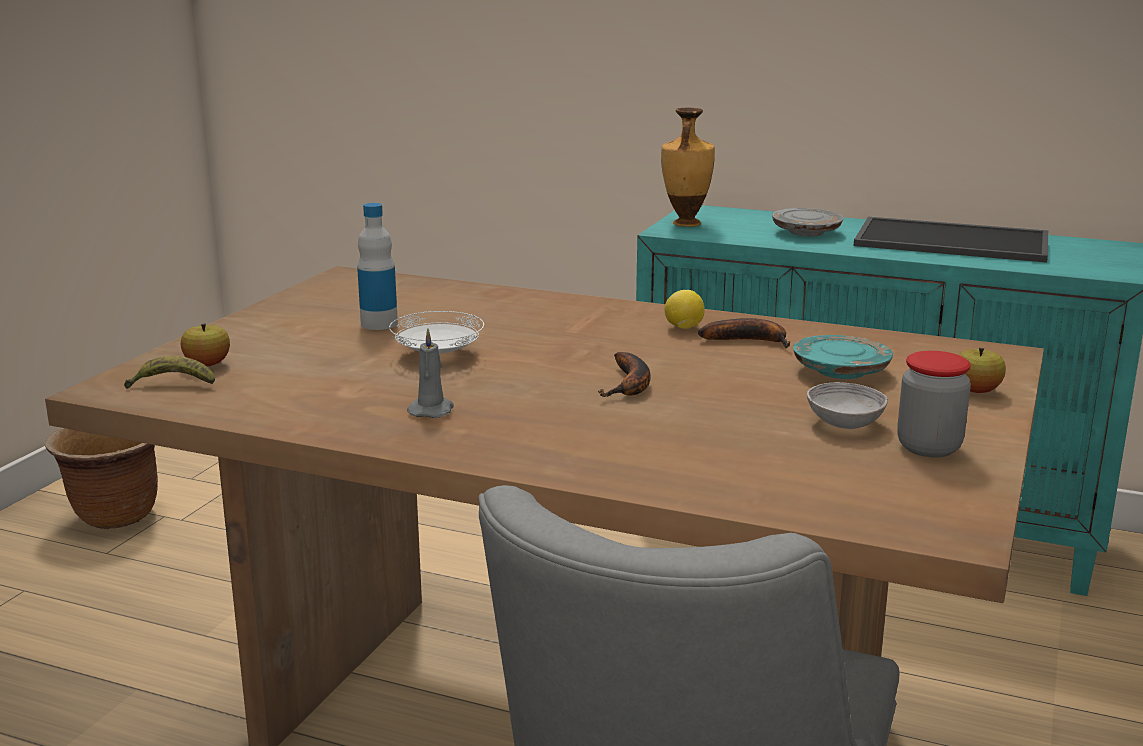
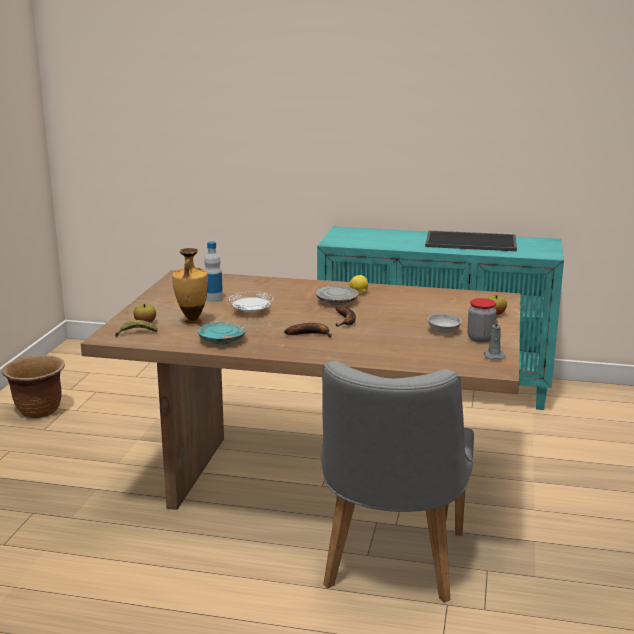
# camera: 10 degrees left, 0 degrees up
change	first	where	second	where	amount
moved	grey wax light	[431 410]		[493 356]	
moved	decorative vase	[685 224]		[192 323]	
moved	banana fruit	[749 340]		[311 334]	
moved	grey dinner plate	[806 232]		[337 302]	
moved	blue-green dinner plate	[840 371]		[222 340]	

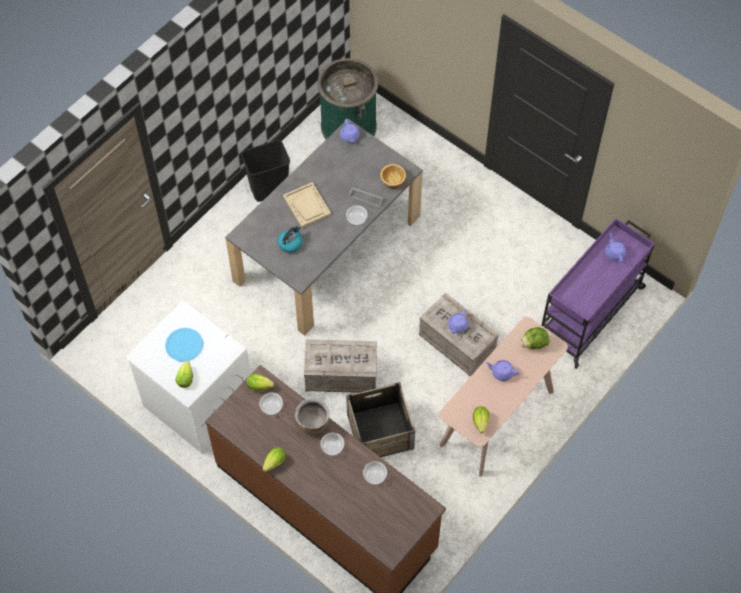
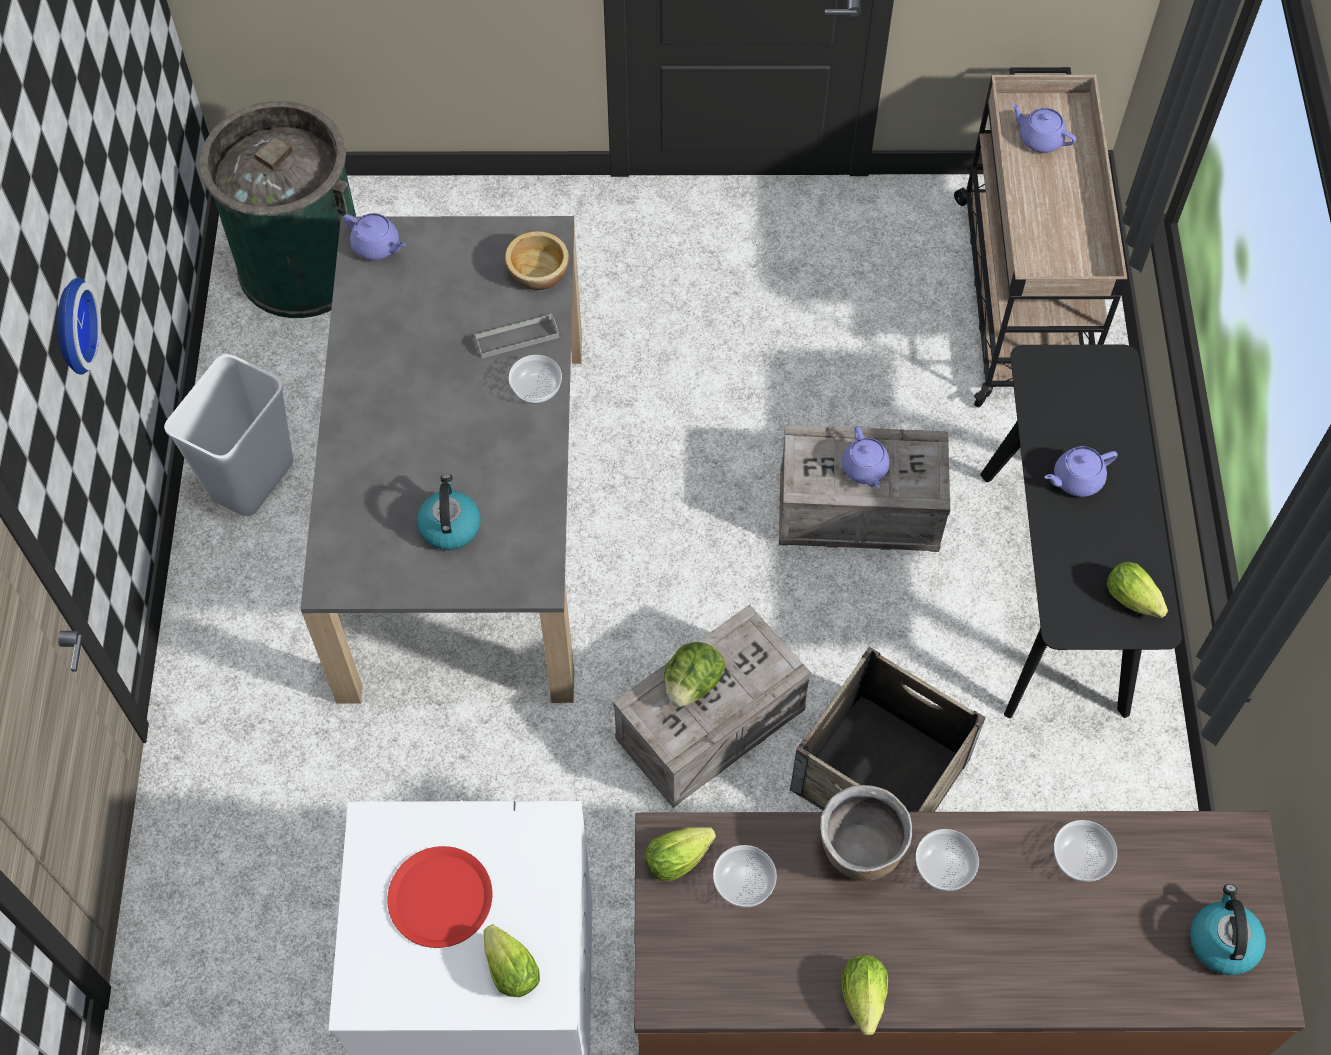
# camera: 40 degrees left, 0 degrees up
change	first	where	second	where	amount
removed	sand-coloured carrying tray	[307 206]			
added			hanging clock	[70 326]	
added			tea kettle	[1222 941]	
moved	head of lettuce	[534 343]		[692 684]	
recoloured	blue dinner plate	[184 345]	red dinner plate	[440 898]	
recoloured	black waste bin	[269 189]	whitish waste bin	[251 478]	
recoloured	sand-coloured hall table	[497 418]	black hall table	[1053 590]	
recoloured	purple trolley	[590 312]	sand-coloured trolley	[1020 297]	

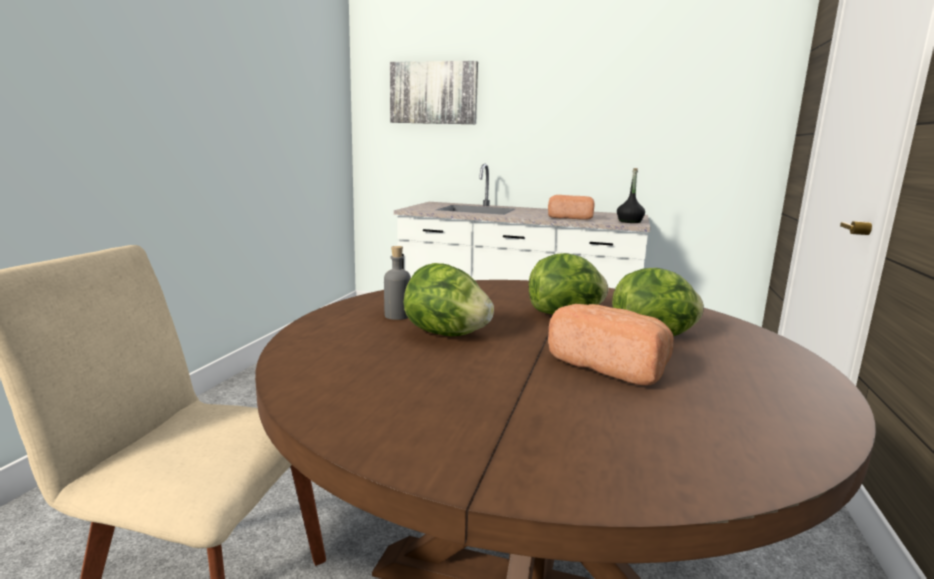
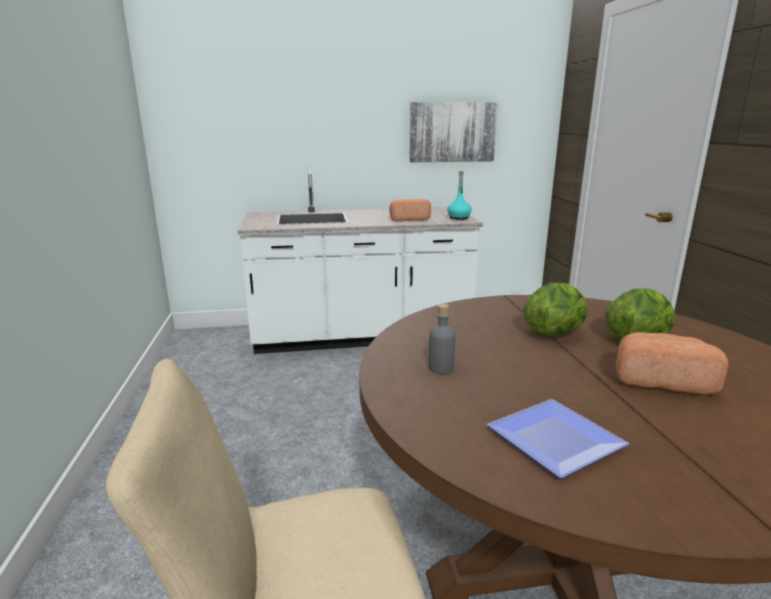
# camera: 25 degrees left, 5 degrees up
change	first	where	second	where	amount
removed	head of lettuce	[446 334]			
added			dinner plate	[555 443]	
moved	picture	[433 93]		[452 132]	
recoloured	black beverage bottle	[629 221]	blue-green beverage bottle	[459 218]	

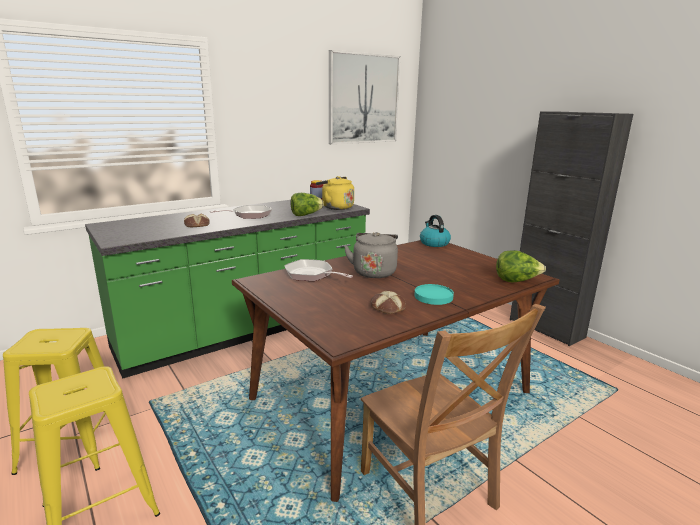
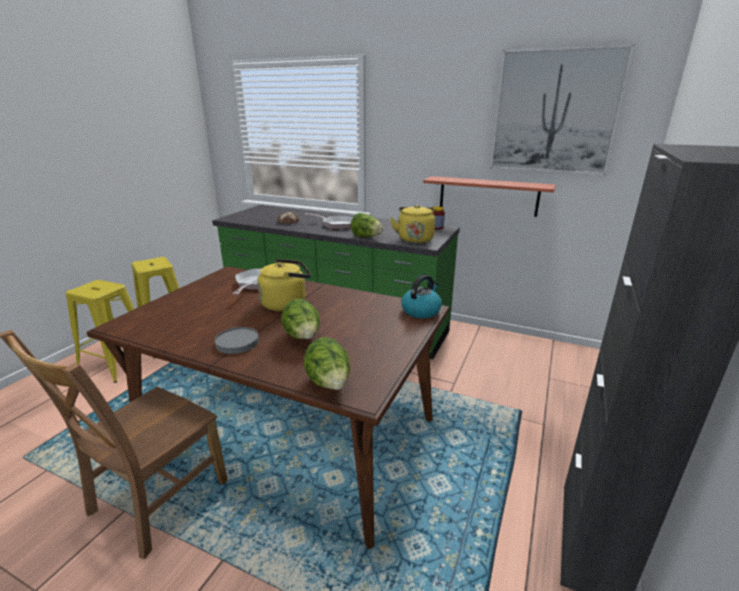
# camera: 60 degrees right, 5 degrees up
change	first	where	second	where	amount
removed	baked bread	[387 307]			
added			head of lettuce	[303 337]	
added			shelf	[488 196]	
recoloured	grey tea kettle	[374 272]	yellow tea kettle	[286 303]	
recoloured	blue-green dinner plate	[433 296]	grey dinner plate	[237 342]	

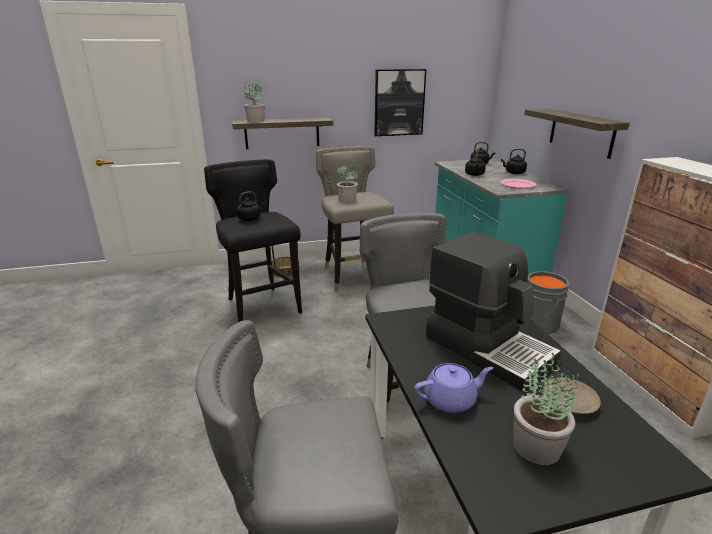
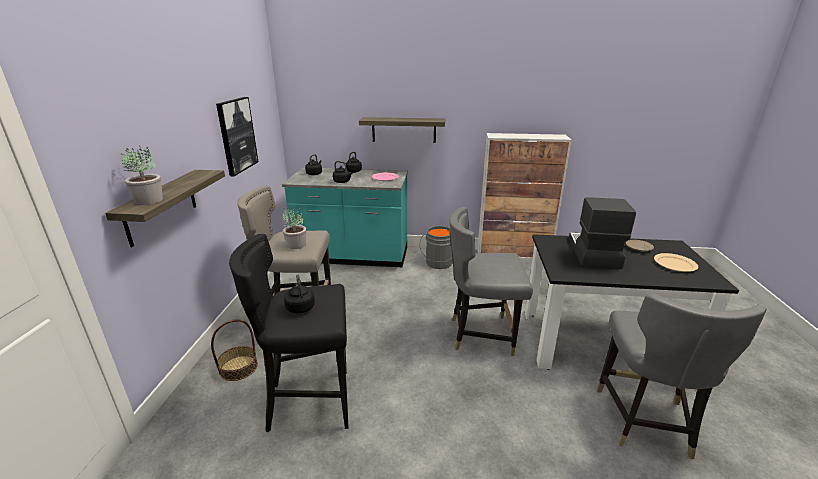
# camera: 70 degrees left, 0 degrees up
change	first	where	second	where	amount
removed	purple tea pot	[451 400]			
replaced	plant in a pot	[535 446]	sand-coloured dinner plate	[674 264]	
turned	coffee machine	[488 347]		[592 253]	60 degrees counterclockwise

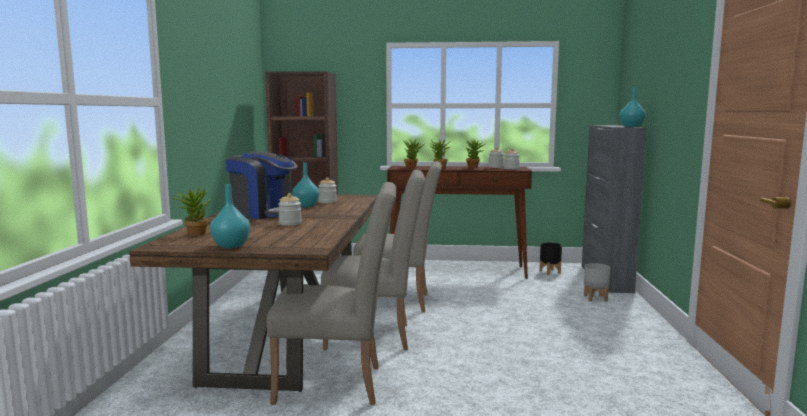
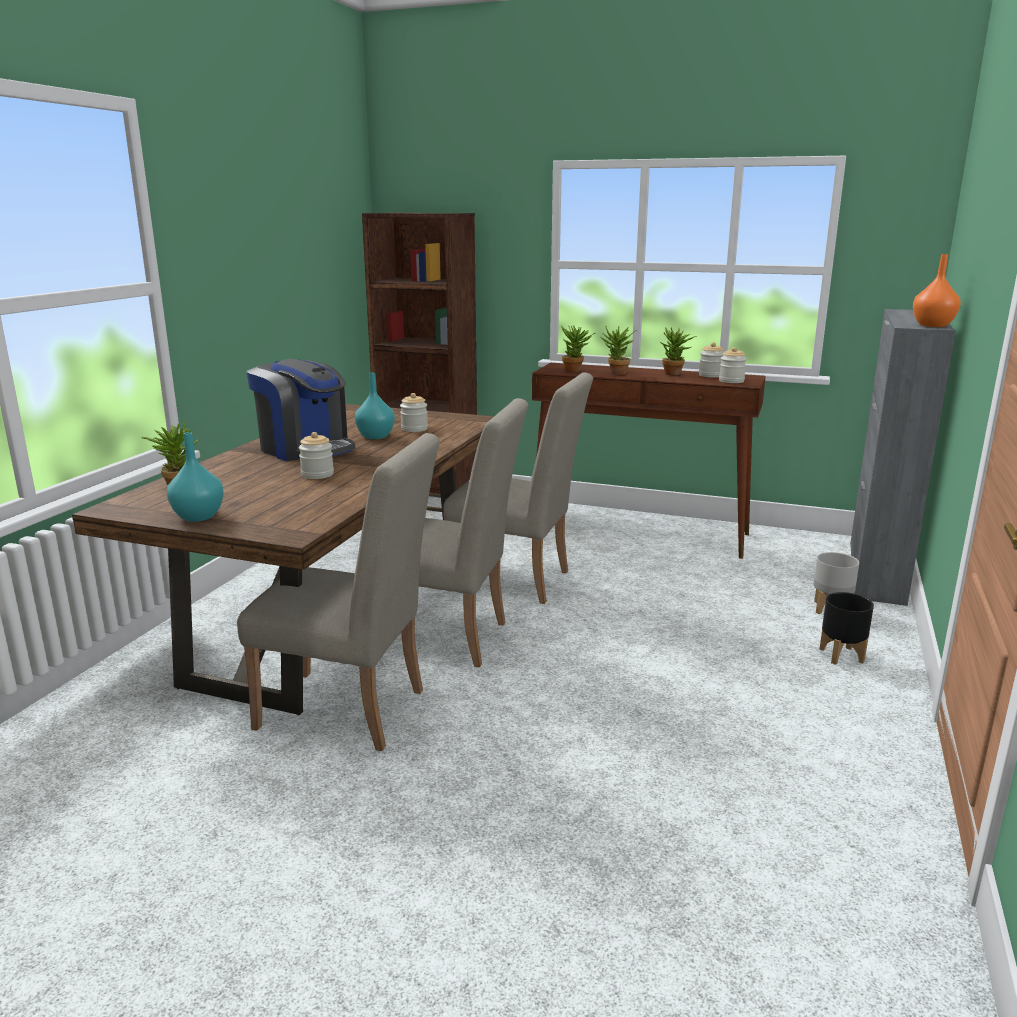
# camera: 15 degrees right, 10 degrees up
change	first	where	second	where	amount
moved	black plant pot	[550 272]		[842 655]	
recoloured	blue-green decorative vase	[631 126]	orange-coloured decorative vase	[932 325]	

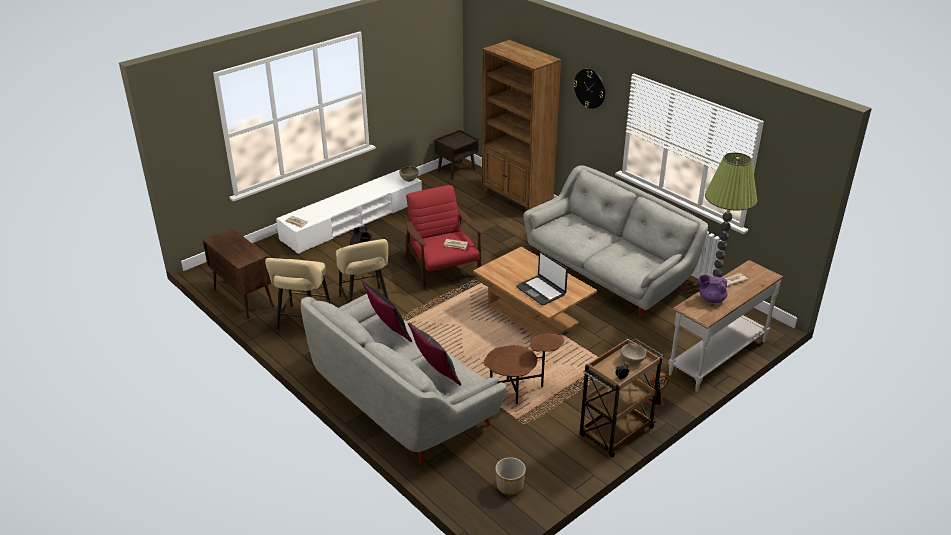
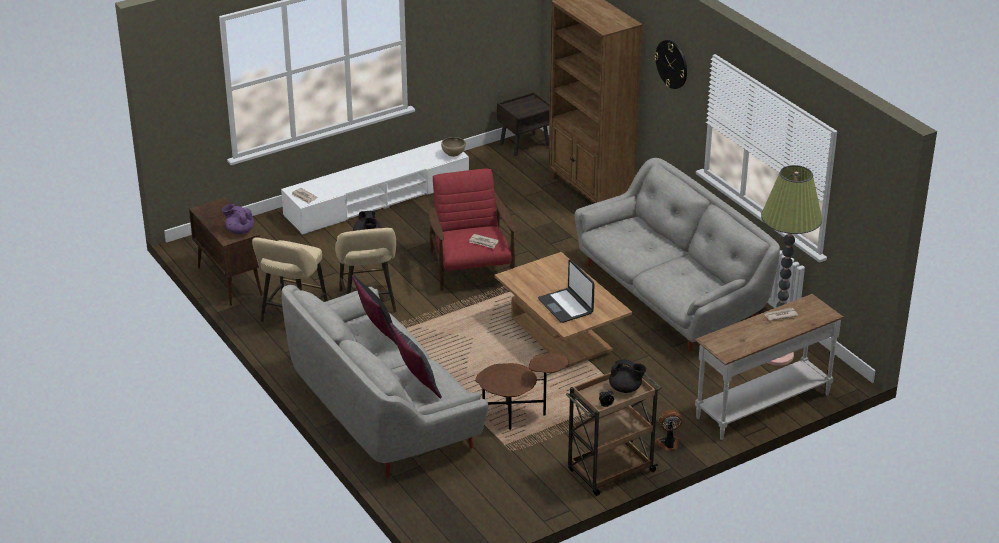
# camera: 10 degrees right, 0 degrees up
change	first	where	second	where	amount
removed	plant pot	[510 486]			
moved	purple tea pot	[711 299]		[239 231]	
replaced	sand-coloured serving bowl	[632 360]	black tea pot	[625 389]	

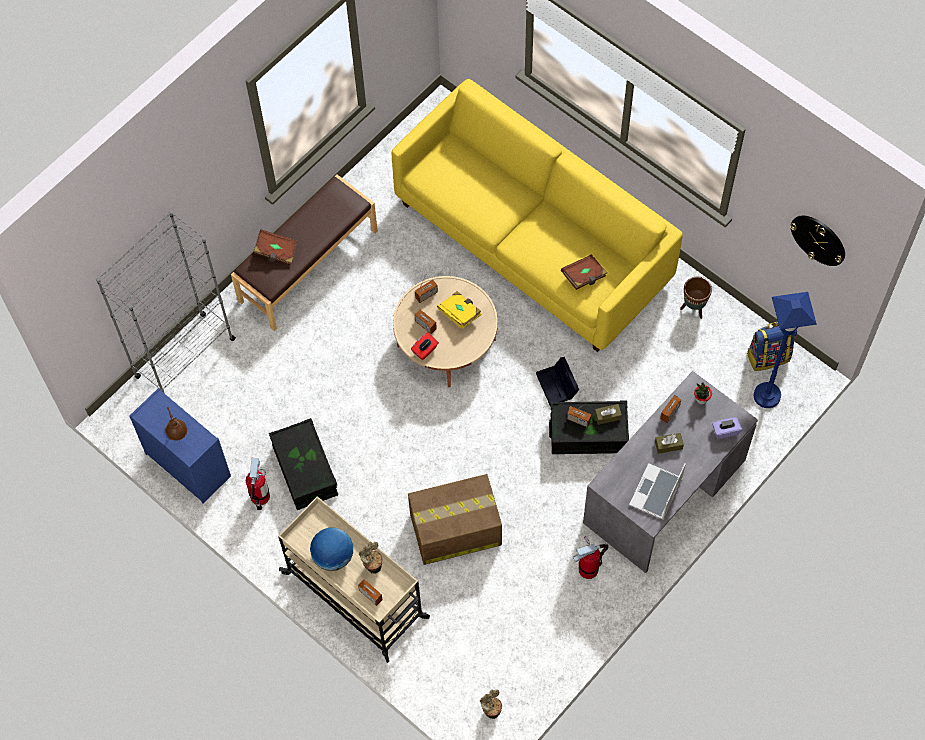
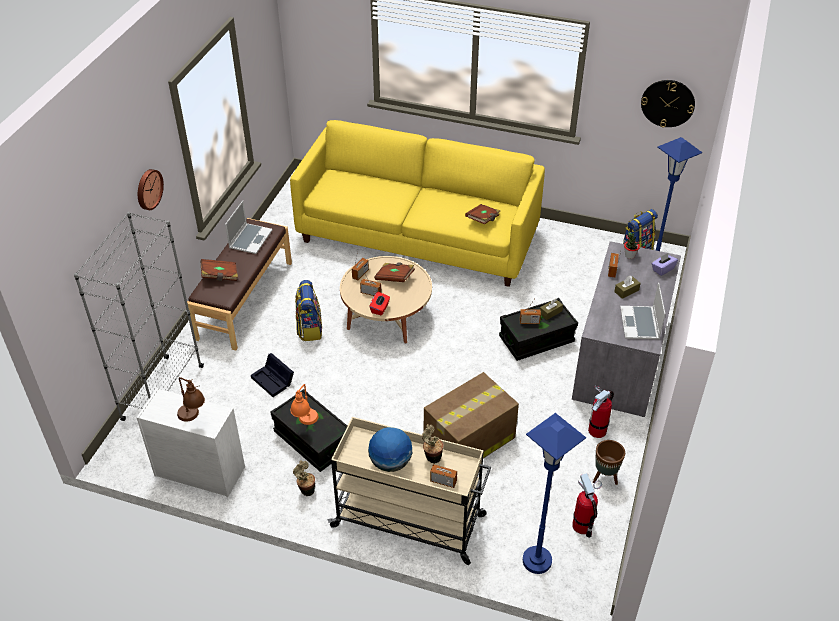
# camera: 25 degrees left, 20 degrees down
change	first	where	second	where	amount
added			hanging clock	[148 189]	
added			portable computer	[250 239]	
added			orange-coloured table lamp	[306 423]	
added			backpack	[309 328]	
added			blue floor lamp	[537 561]	
moved	extinguisher	[260 496]		[582 526]	
moved	plant in a pot	[491 710]		[306 490]	
moved	black storage container	[558 386]		[274 380]	
moved	brownish plant pot	[694 308]		[605 477]	
recoloured	blue dresser	[187 464]	whitish dresser	[198 471]	
recoloured	yellow bound book	[460 313]	brownish bound book	[394 278]	

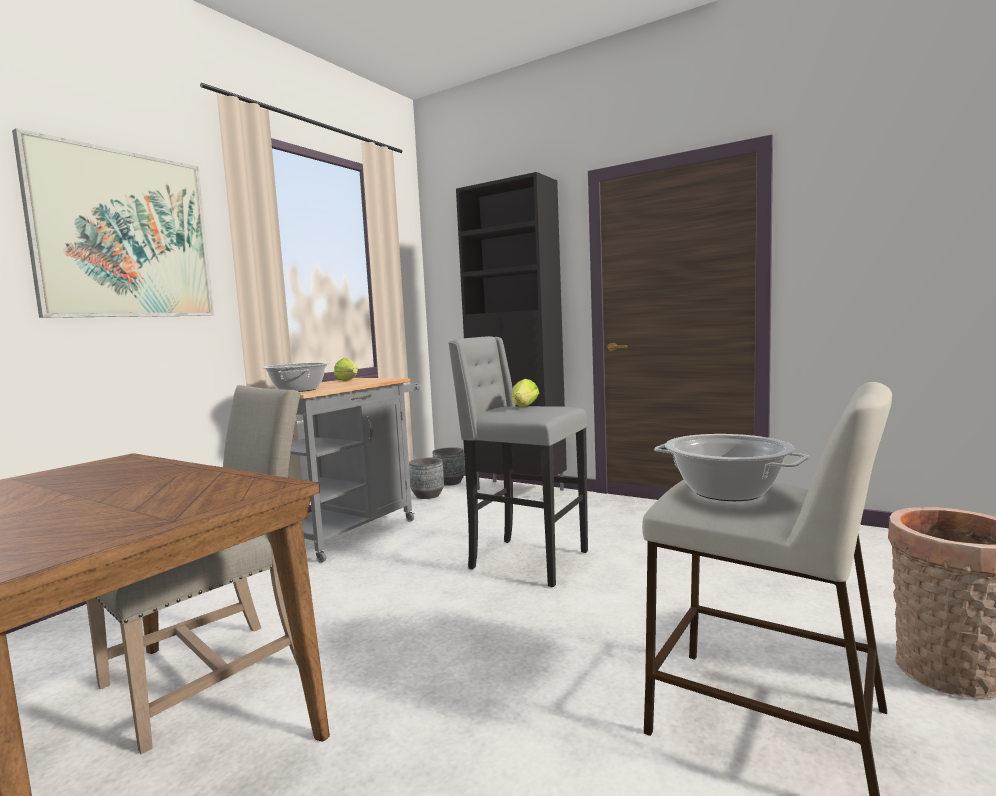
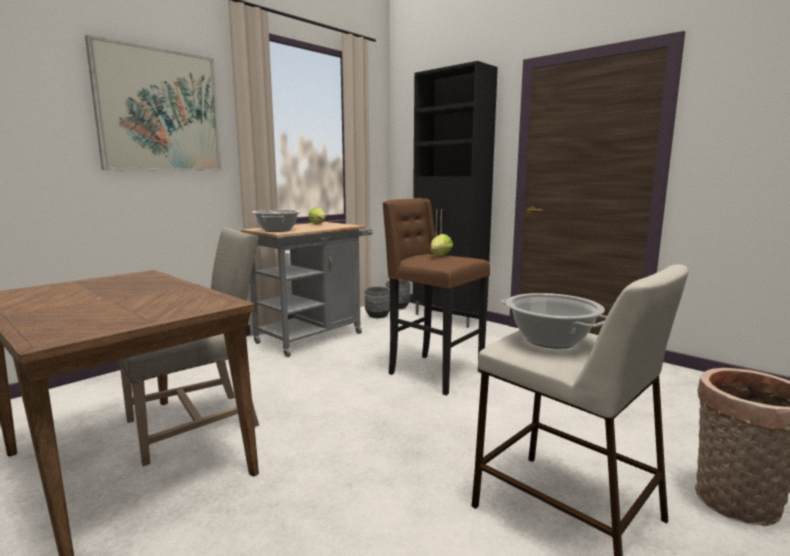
# camera: 10 degrees right, 5 degrees up
change	first	where	second	where	amount
recoloured	grey stool	[525 561]	brownish stool	[433 373]	

